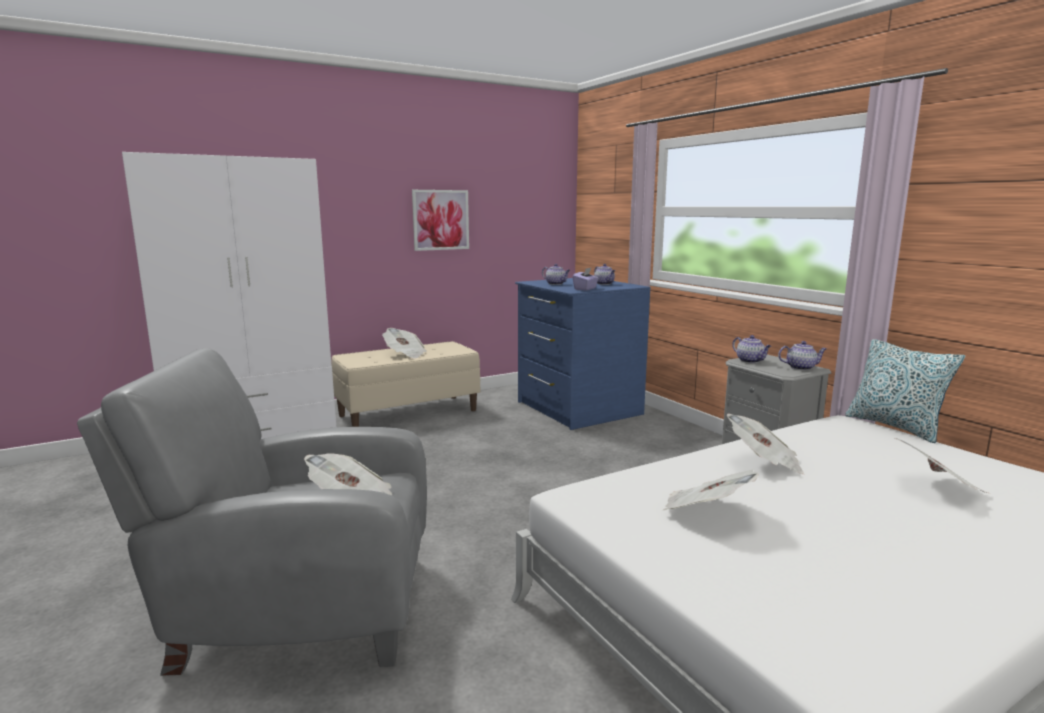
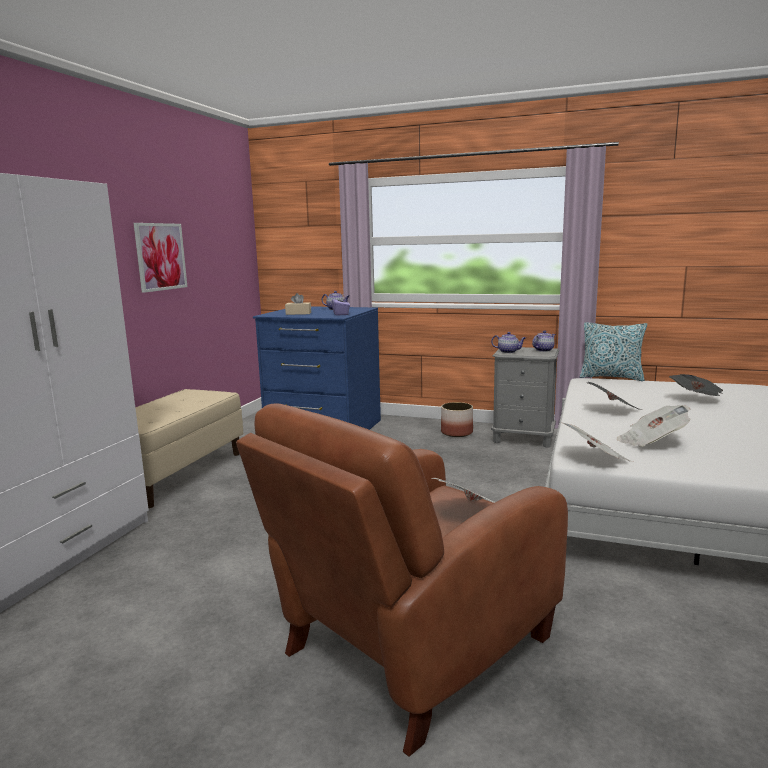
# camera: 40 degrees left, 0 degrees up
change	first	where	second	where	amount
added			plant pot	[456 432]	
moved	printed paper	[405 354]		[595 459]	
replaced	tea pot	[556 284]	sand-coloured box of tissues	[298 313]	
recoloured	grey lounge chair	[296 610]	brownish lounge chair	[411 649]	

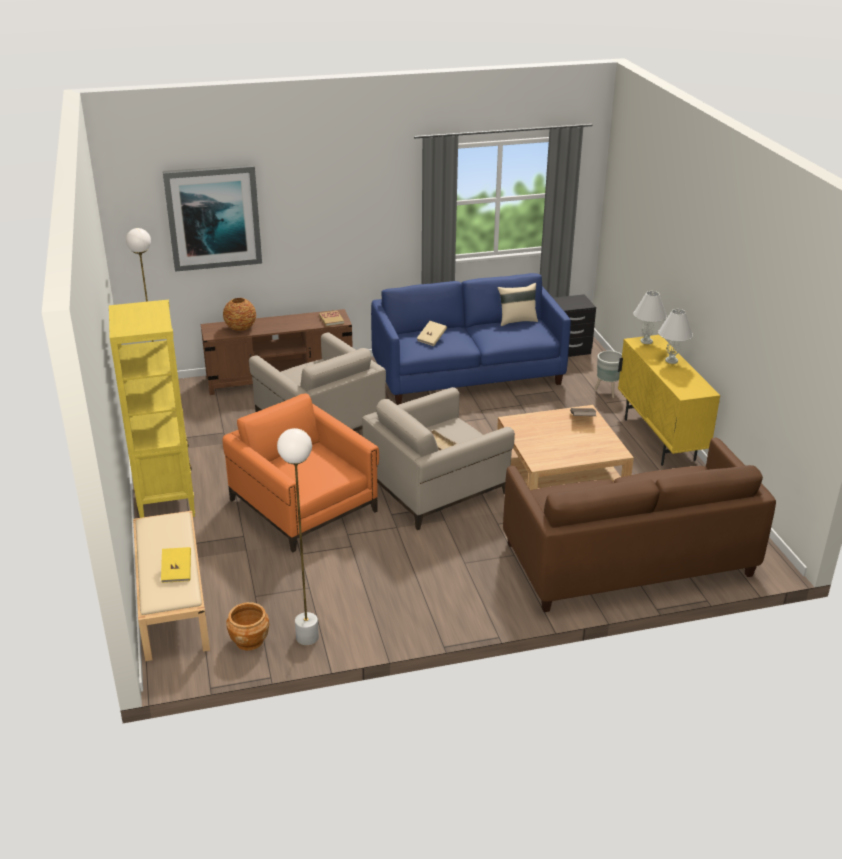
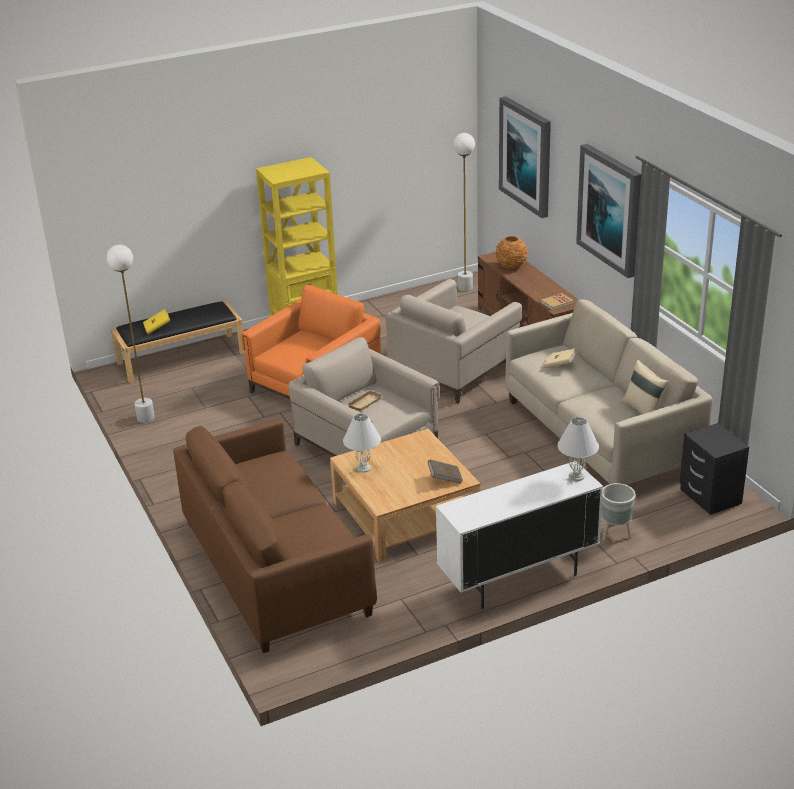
# camera: 80 degrees right, 0 degrees up
change	first	where	second	where	amount
removed	brownish plant pot	[249 641]			
added			picture	[610 209]	
moved	whitish table lamp	[671 360]		[364 468]	
recoloured	sand-coloured indoor bench	[172 600]	black indoor bench	[182 357]	
recoloured	blue sofa	[468 374]	sand-coloured sofa	[600 434]	
recoloured	yellow storage cabinet	[659 440]	whitish storage cabinet	[518 579]	

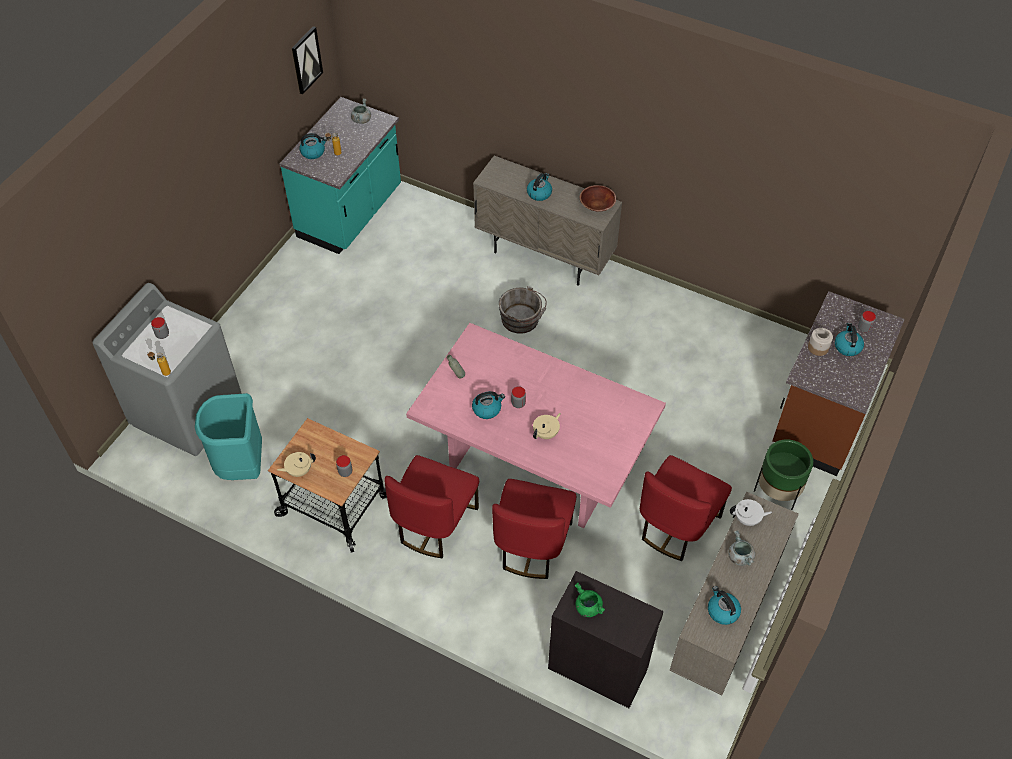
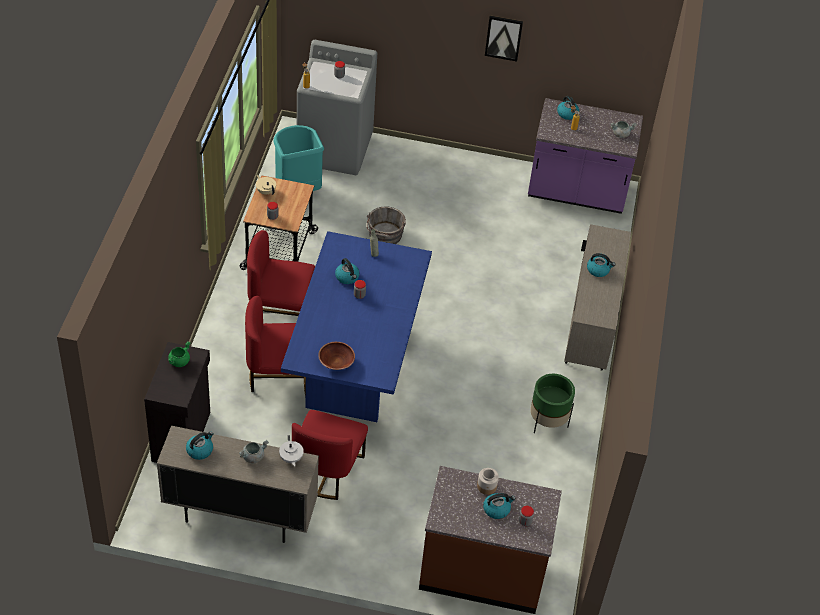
# camera: 70 degrees right, 5 degrees down
change	first	where	second	where	amount
removed	sand-coloured tea pot	[546 433]			
moved	picture	[306 60]		[503 37]	
moved	grey water bucket	[522 320]		[385 236]	
moved	brownish serving bowl	[597 206]		[336 362]	
moved	green-coloured plant pot	[777 491]		[548 422]	
recoloured	blue-green kitchen counter	[351 214]	purple kitchen counter	[576 193]	
recoloured	pink-coloured kitchen table	[535 465]	blue kitchen table	[356 365]	
turned	red upright chair	[676 525]		[327 471]	90 degrees counterclockwise

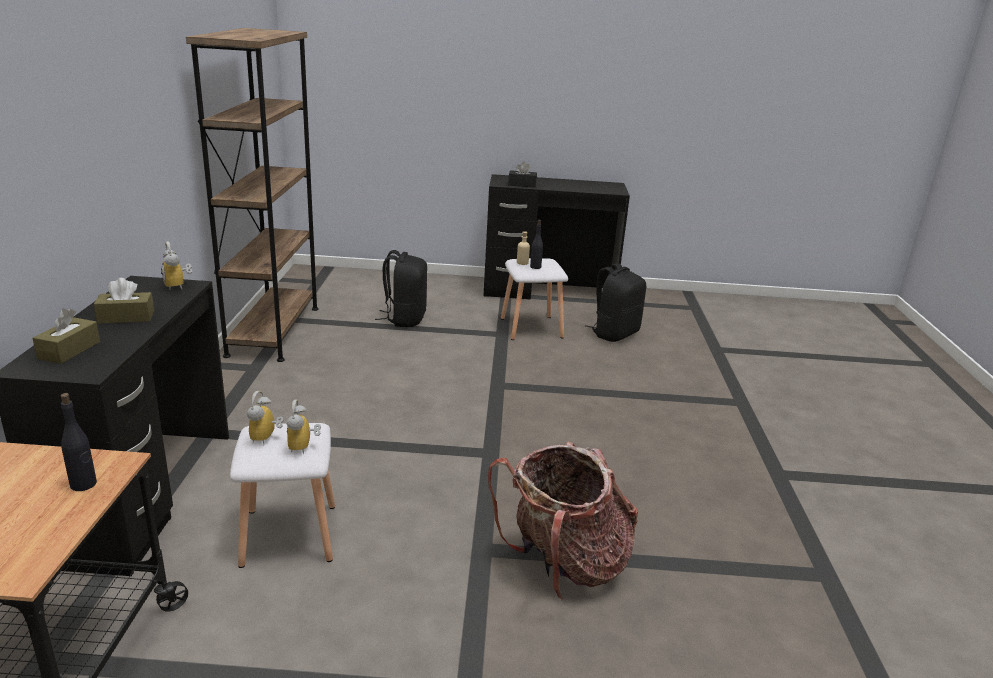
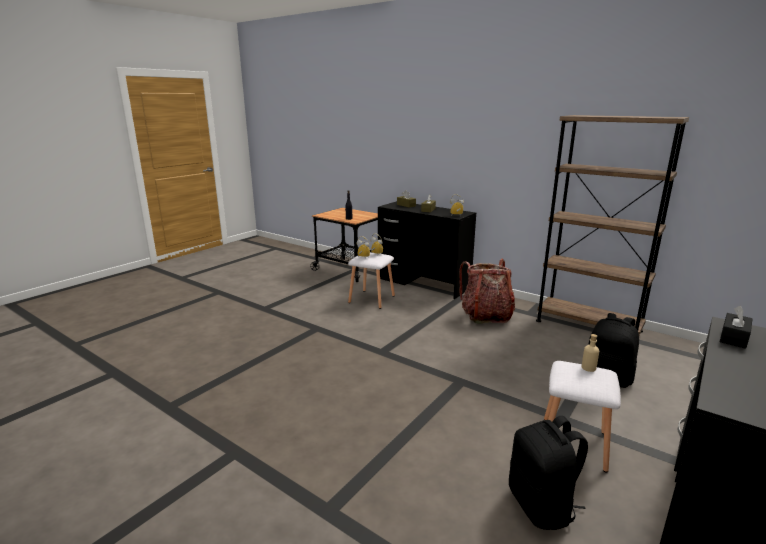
# camera: 125 degrees right, 5 degrees down
change	first	where	second	where	amount
removed	black beverage bottle	[535 267]			
moved	backpack	[564 564]		[486 315]	

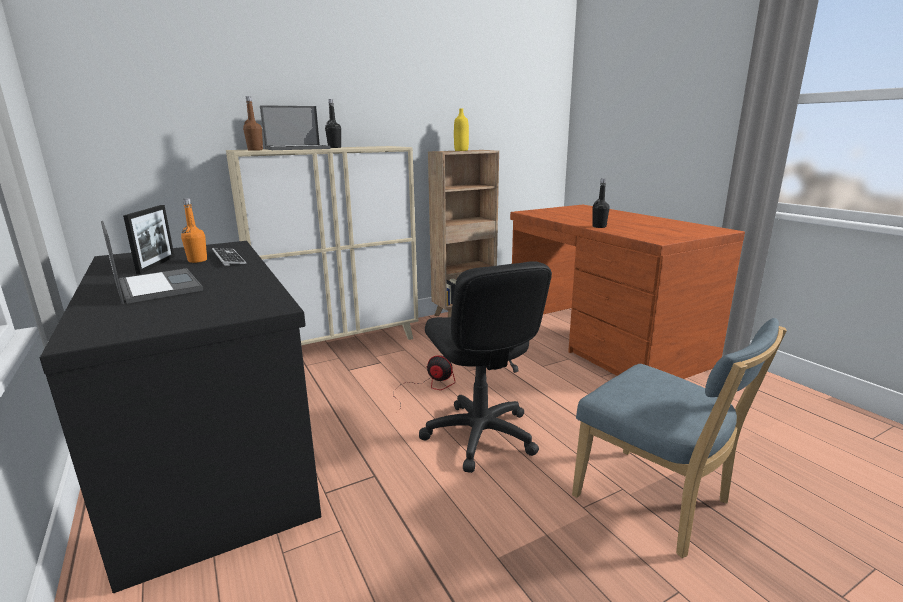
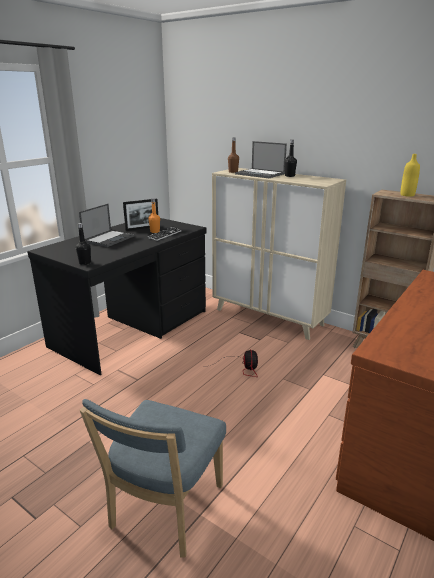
# camera: 65 degrees right, 5 degrees up
change	first	where	second	where	amount
removed	black desk chair	[480 435]			
moved	black beverage bottle	[599 226]		[85 263]	

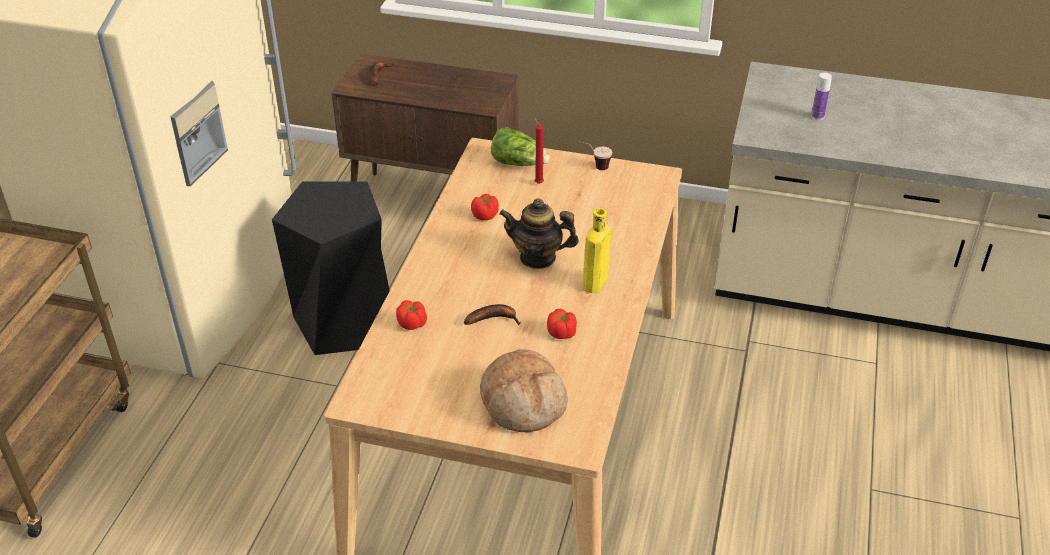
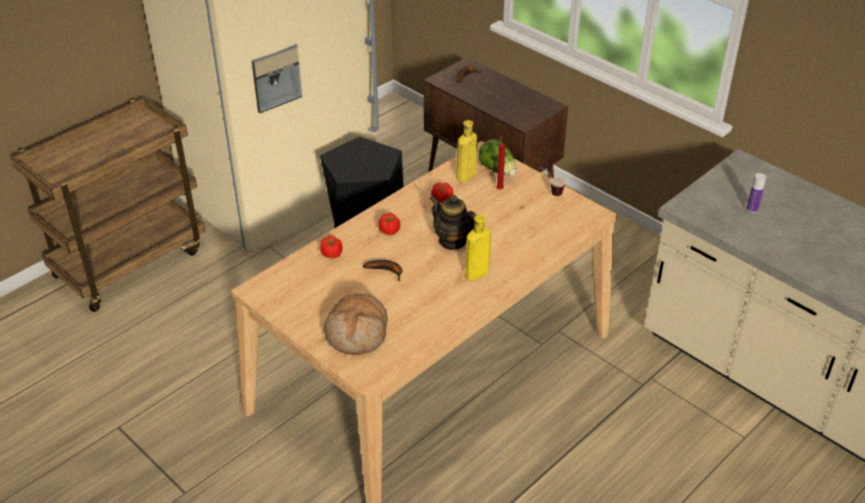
# camera: 30 degrees right, 0 degrees up
change	first	where	second	where	amount
added			yellow beverage bottle	[465 176]	
moved	fresh tomato	[561 333]		[389 231]	

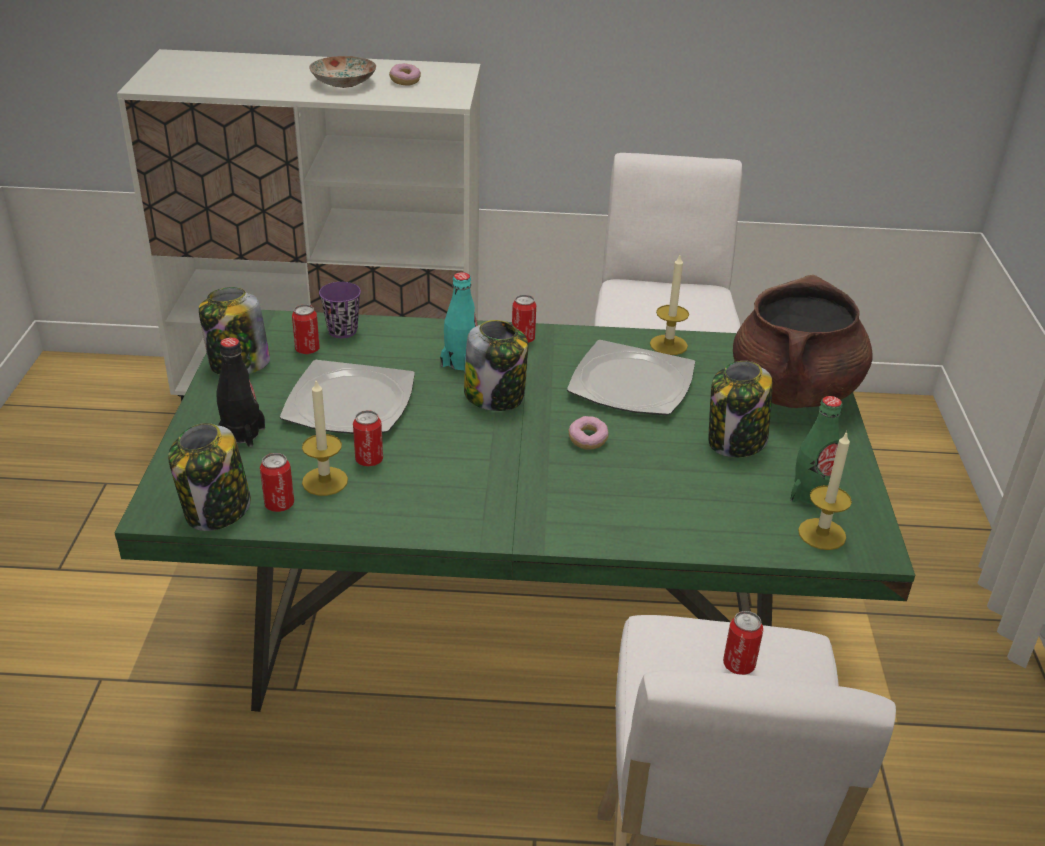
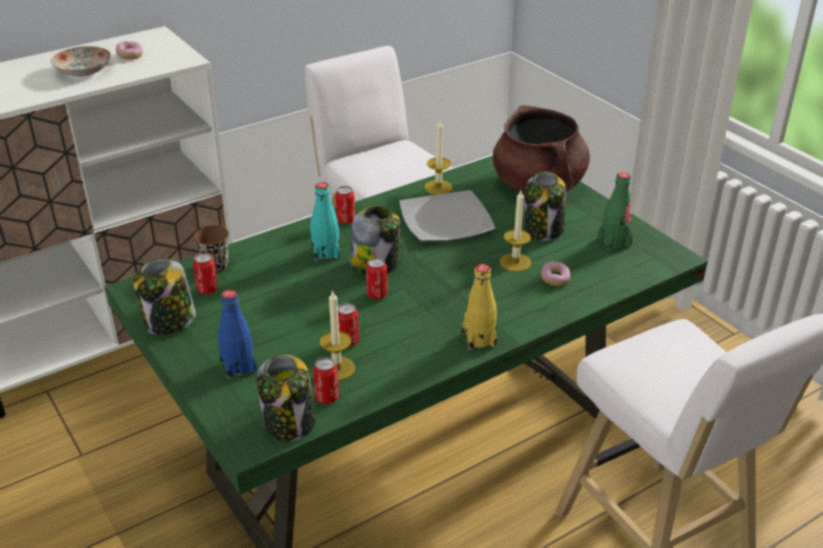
# camera: 35 degrees left, 0 degrees up
change	first	where	second	where	amount
removed	dinner plate	[351 402]			
added			yellow beverage bottle	[479 339]	
moved	doughnut	[587 440]		[554 279]	
moved	sealed can	[738 665]		[377 295]	
moved	wax light	[822 534]		[515 262]	
recoloured	black beverage bottle	[242 434]	blue beverage bottle	[238 366]	
recoloured	purple drinking cup	[342 331]	brownish drinking cup	[215 266]	

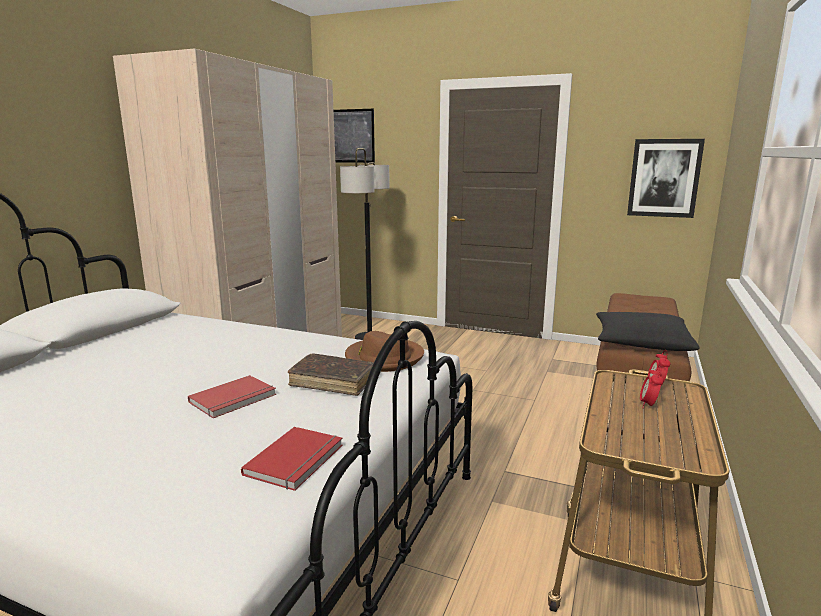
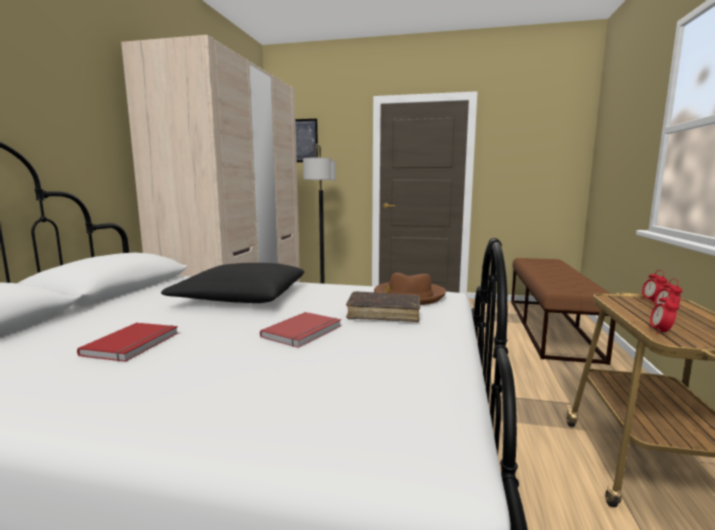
# camera: 10 degrees left, 5 degrees down
change	first	where	second	where	amount
removed	picture	[664 178]			
added			table clock	[660 332]	
moved	red bound book	[297 460]		[134 344]	
moved	black pillow	[641 342]		[241 297]	

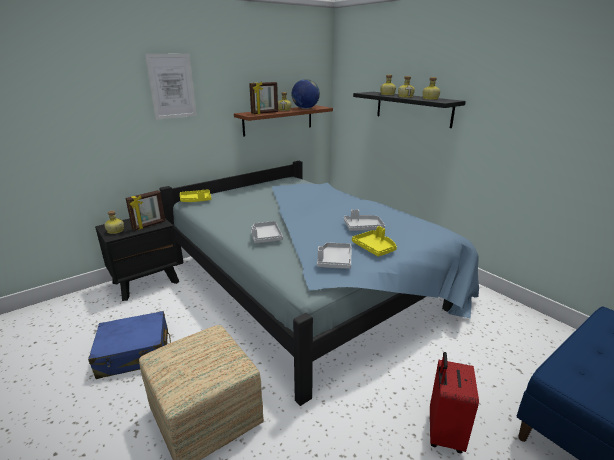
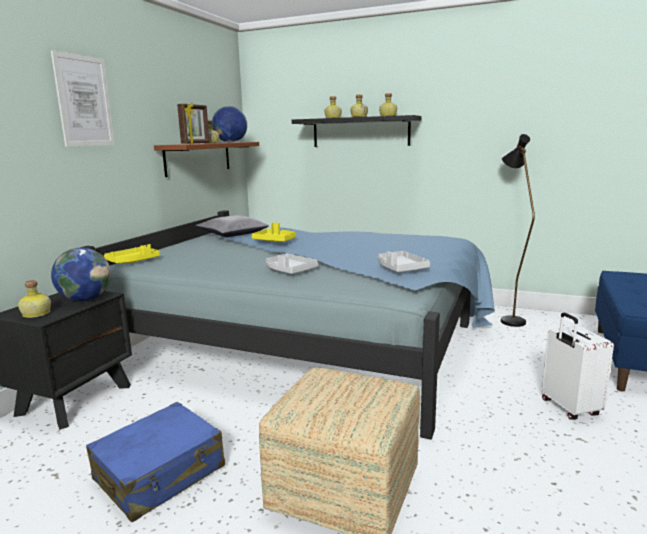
# camera: 30 degrees left, 10 degrees down
change	first	where	second	where	amount
removed	grey carrying tray	[363 227]			
added			grey pillow	[232 234]	
added			black floor lamp	[508 319]	
moved	yellow carrying tray	[375 248]		[275 241]	
replaced	standing frame	[149 225]	globe	[85 299]	
recoloured	red piece of luggage	[443 433]	whitish piece of luggage	[569 408]	

